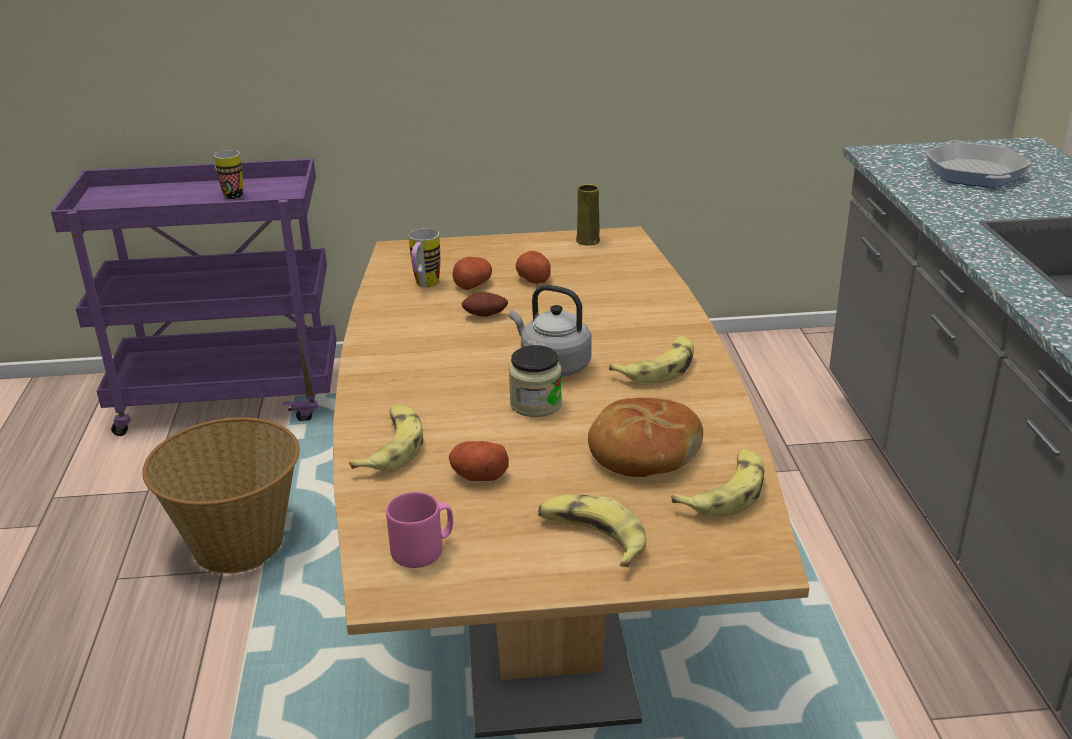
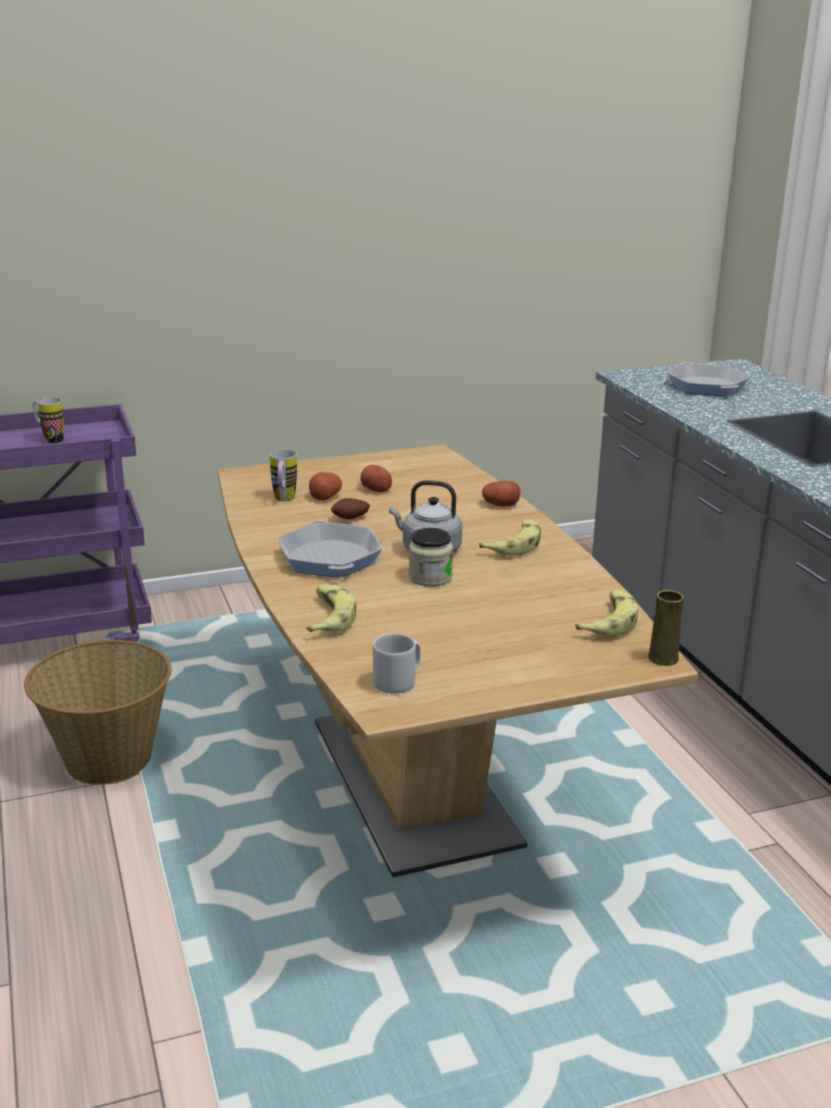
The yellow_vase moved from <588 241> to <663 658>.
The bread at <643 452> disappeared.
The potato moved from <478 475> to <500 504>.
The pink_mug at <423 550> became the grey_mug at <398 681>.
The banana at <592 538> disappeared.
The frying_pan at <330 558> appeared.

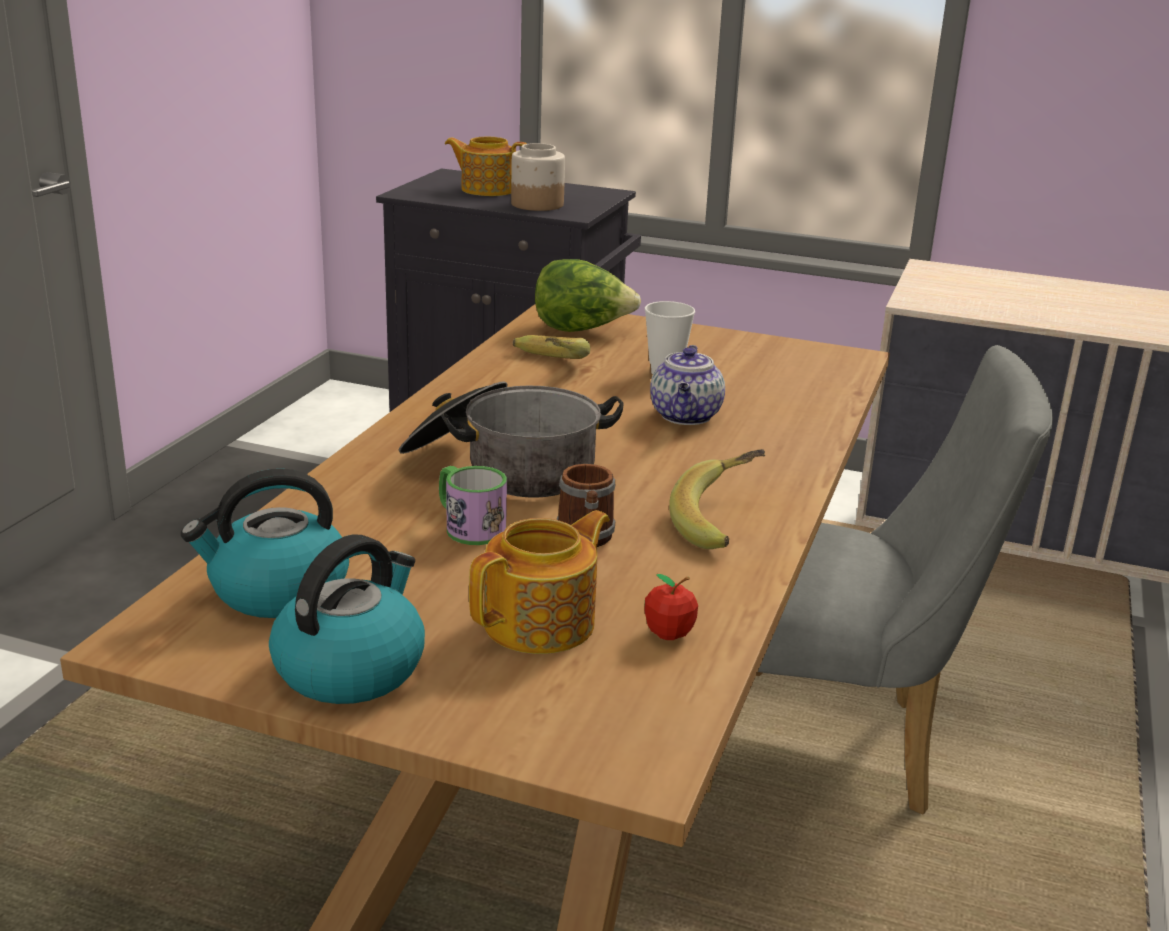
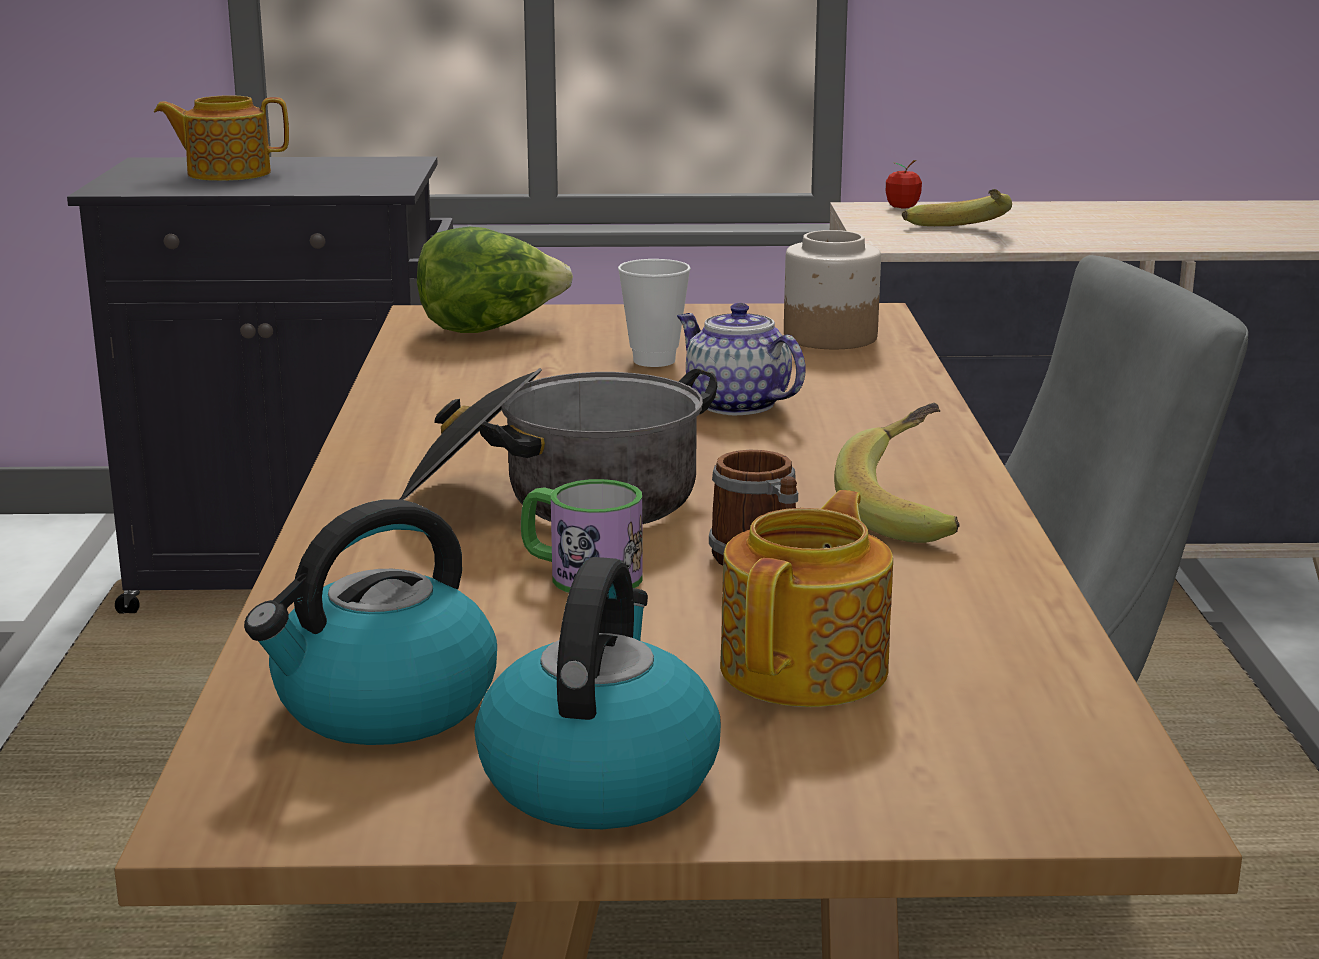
The jar moved from <536 204> to <829 337>.
The banana moved from <544 367> to <957 234>.
The teapot at <686 417> turned 150 degrees clockwise.
The apple moved from <669 634> to <902 207>.

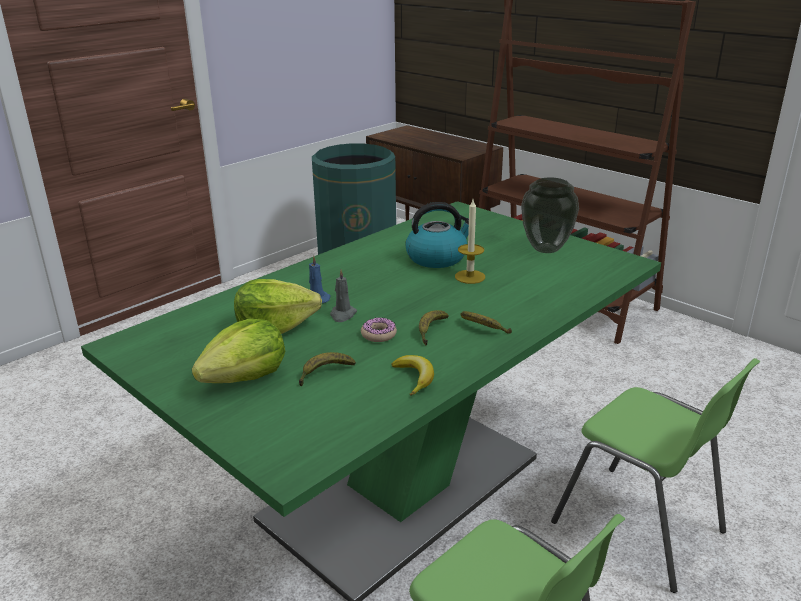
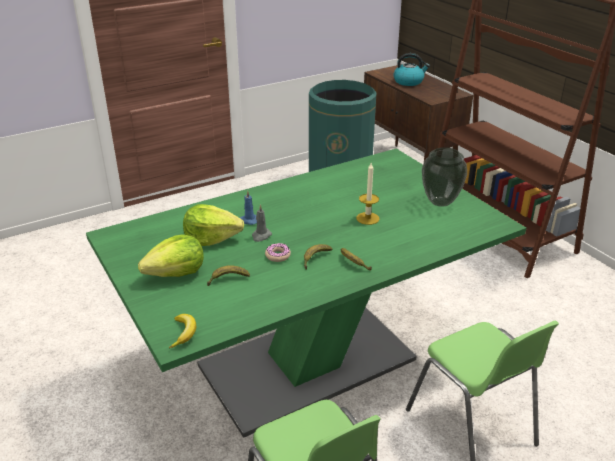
The kettle moved from <437 258> to <409 81>.
The banana moved from <414 378> to <184 333>.

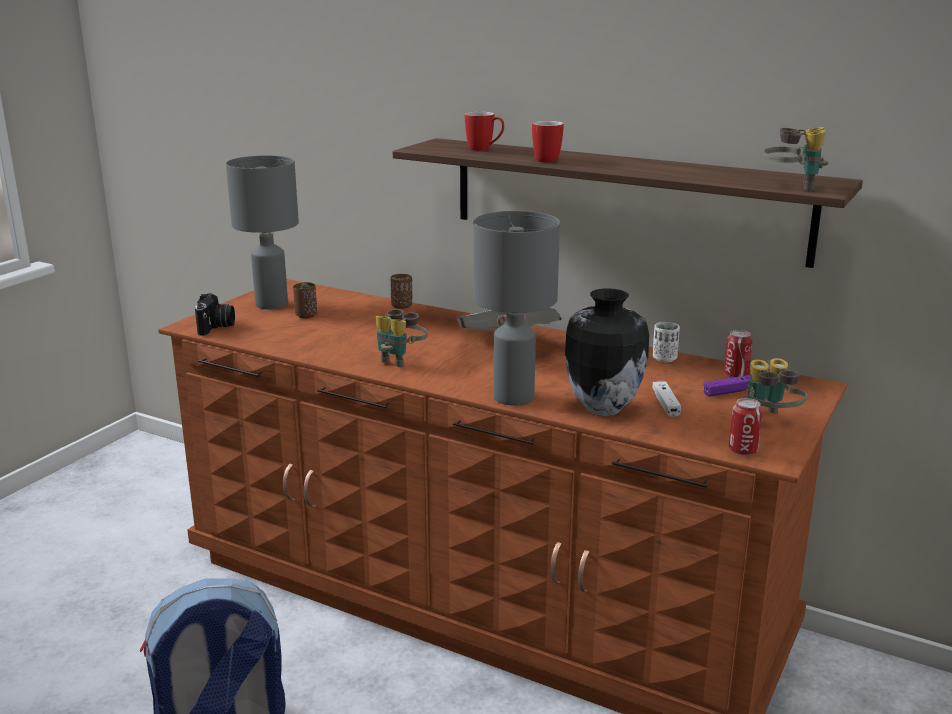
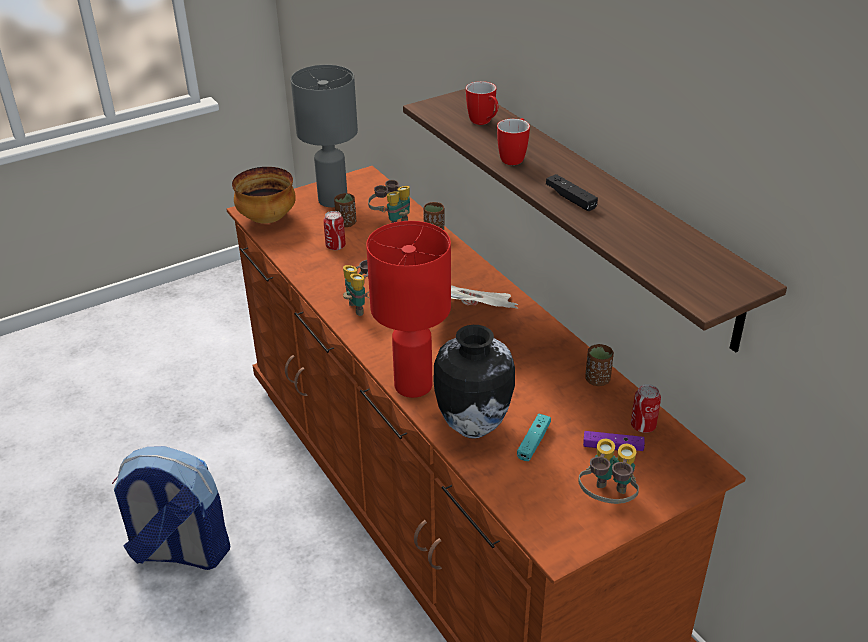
The binoculars moved from <792 186> to <391 221>.
The grey_table_lamp at <515 397> became the red_table_lamp at <413 386>.
The photo_camera at <216 327> was replaced by the bowl at <267 219>.
The white_cup at <664 359> became the brown_cup at <597 380>.
The white_game_controller at <665 404> became the turquoise_game_controller at <533 442>.
The can moved from <743 450> to <335 246>.
The black_game_controller at <570 198> appeared.

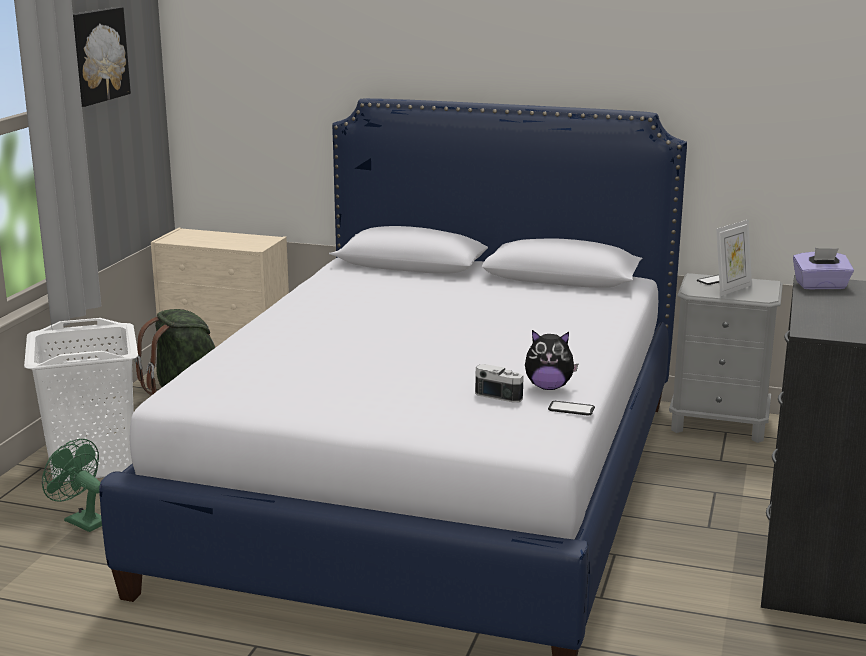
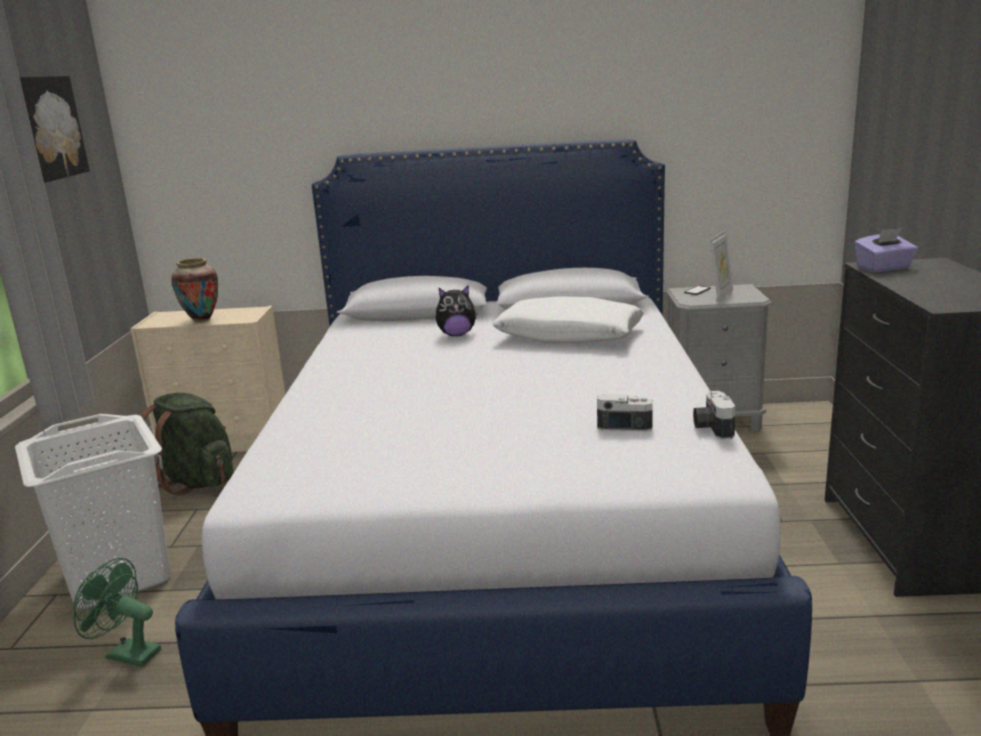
The plush_toy moved from <548 387> to <457 334>.
The phone at <571 409> was replaced by the photo_camera at <711 428>.
The vase at <201 320> appeared.
The white_pillow at <569 335> appeared.

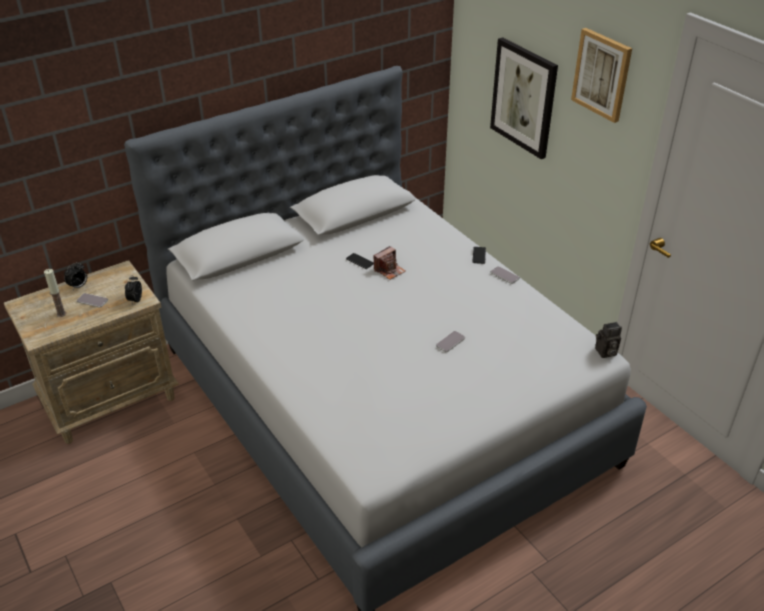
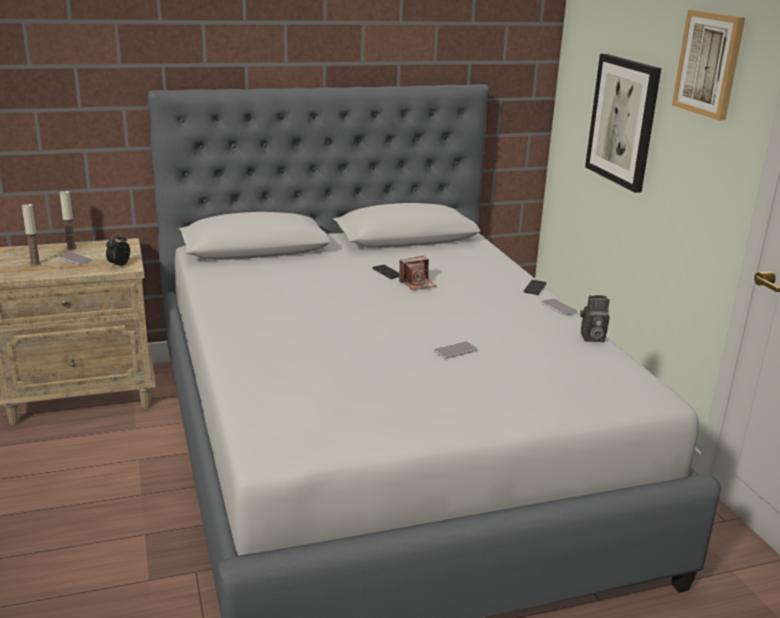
The alarm_clock at <78 286> was replaced by the candle at <71 248>.
The photo_camera moved from <605 352> to <591 338>.

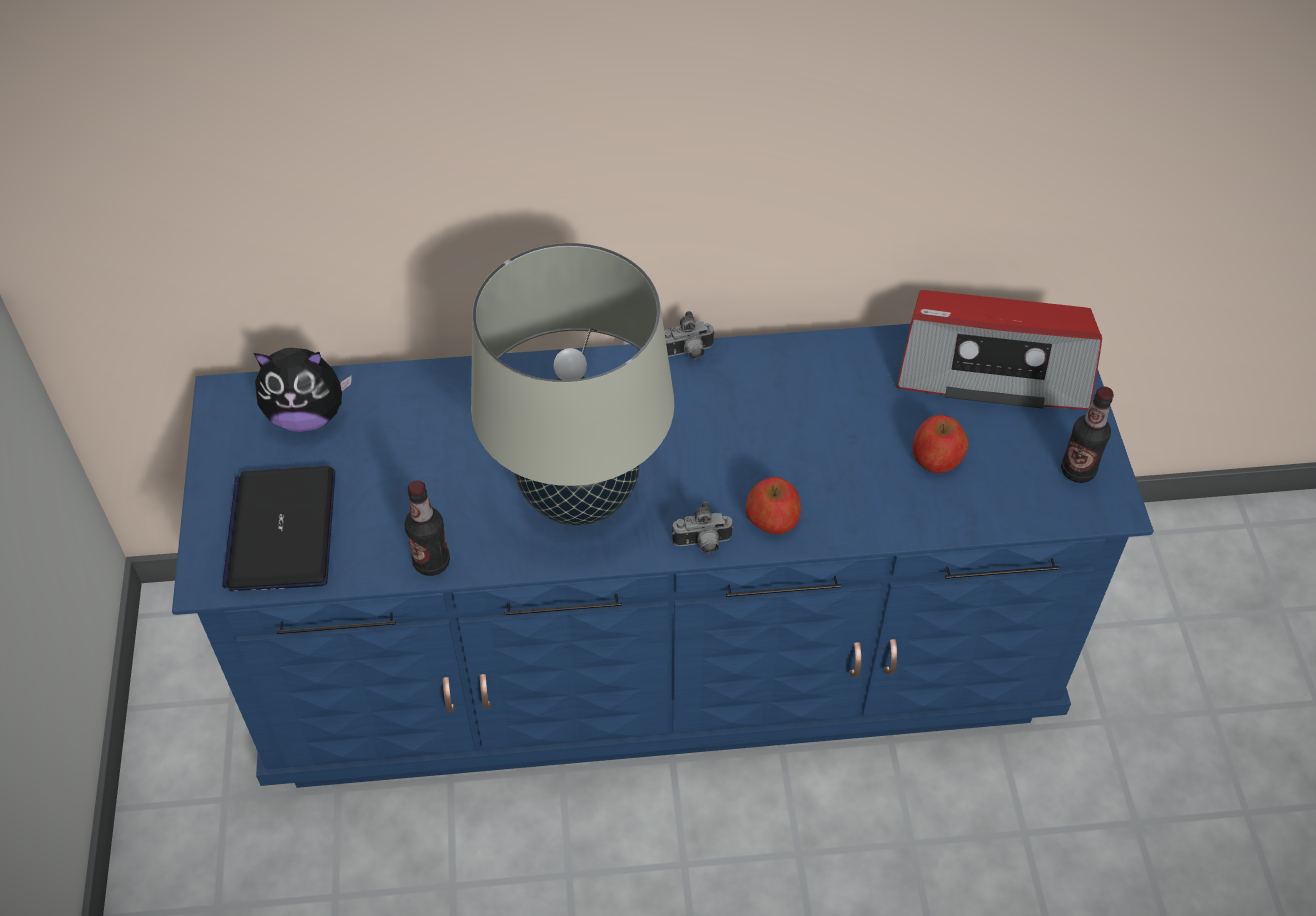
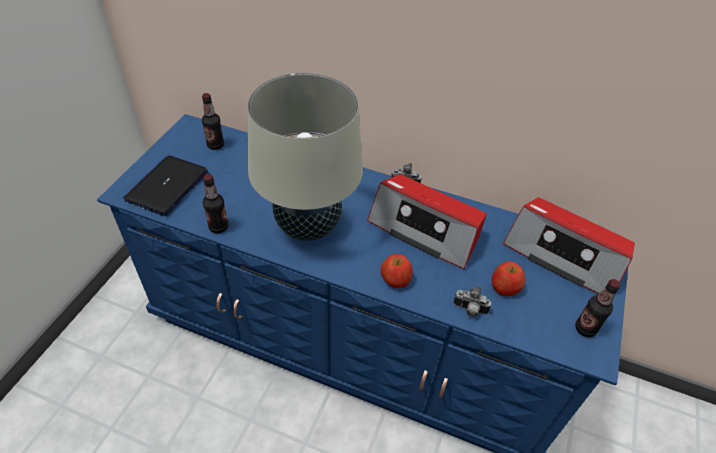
The plush_toy at <307 415> was replaced by the bottle at <215 145>.
The photo_camera moved from <703 544> to <469 310>.
The radio at <425 229> appeared.

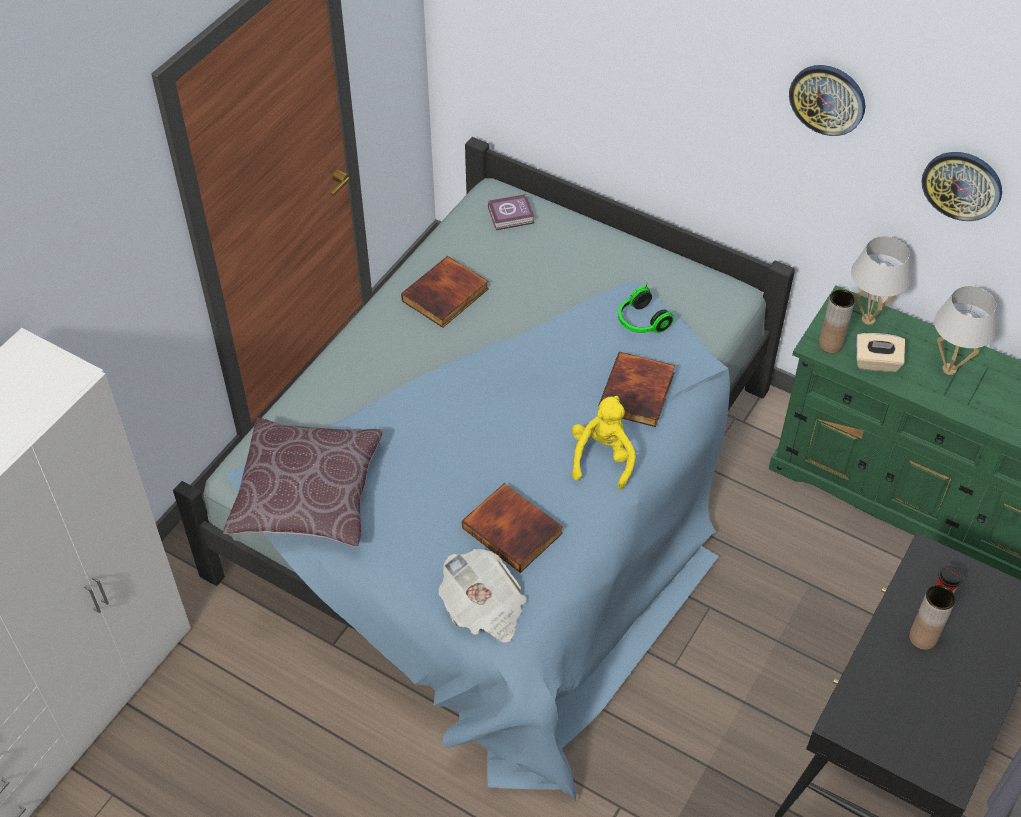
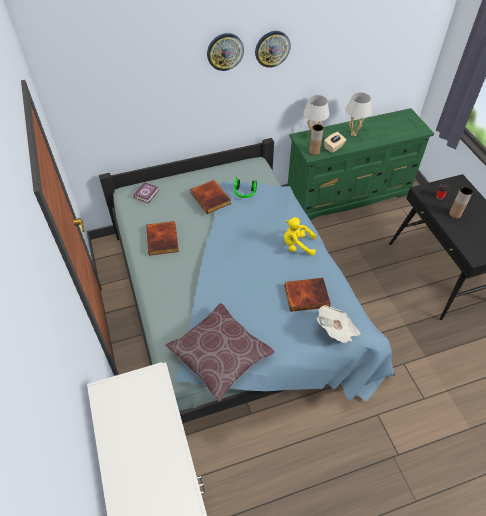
The wall_clock moved from <962 185> to <225 51>.
The book moved from <638 393> to <211 198>.
The yellow_plush_toy at <602 458> turned 45 degrees counterclockwise.

